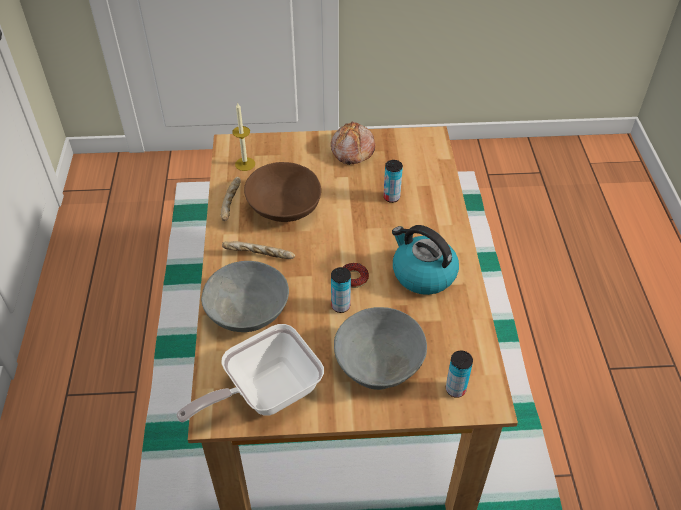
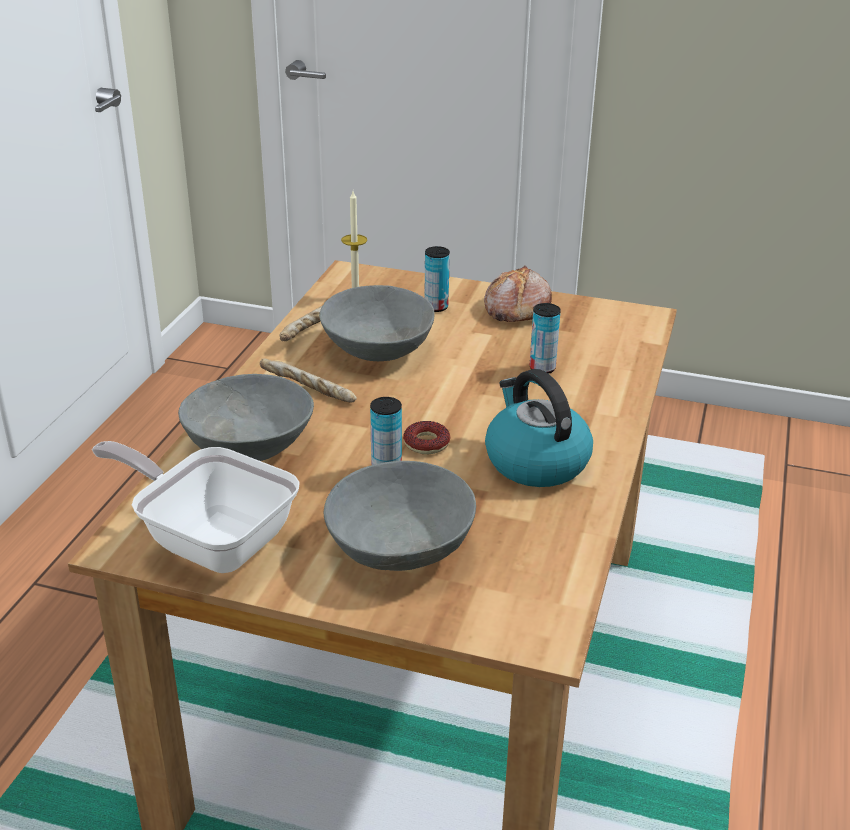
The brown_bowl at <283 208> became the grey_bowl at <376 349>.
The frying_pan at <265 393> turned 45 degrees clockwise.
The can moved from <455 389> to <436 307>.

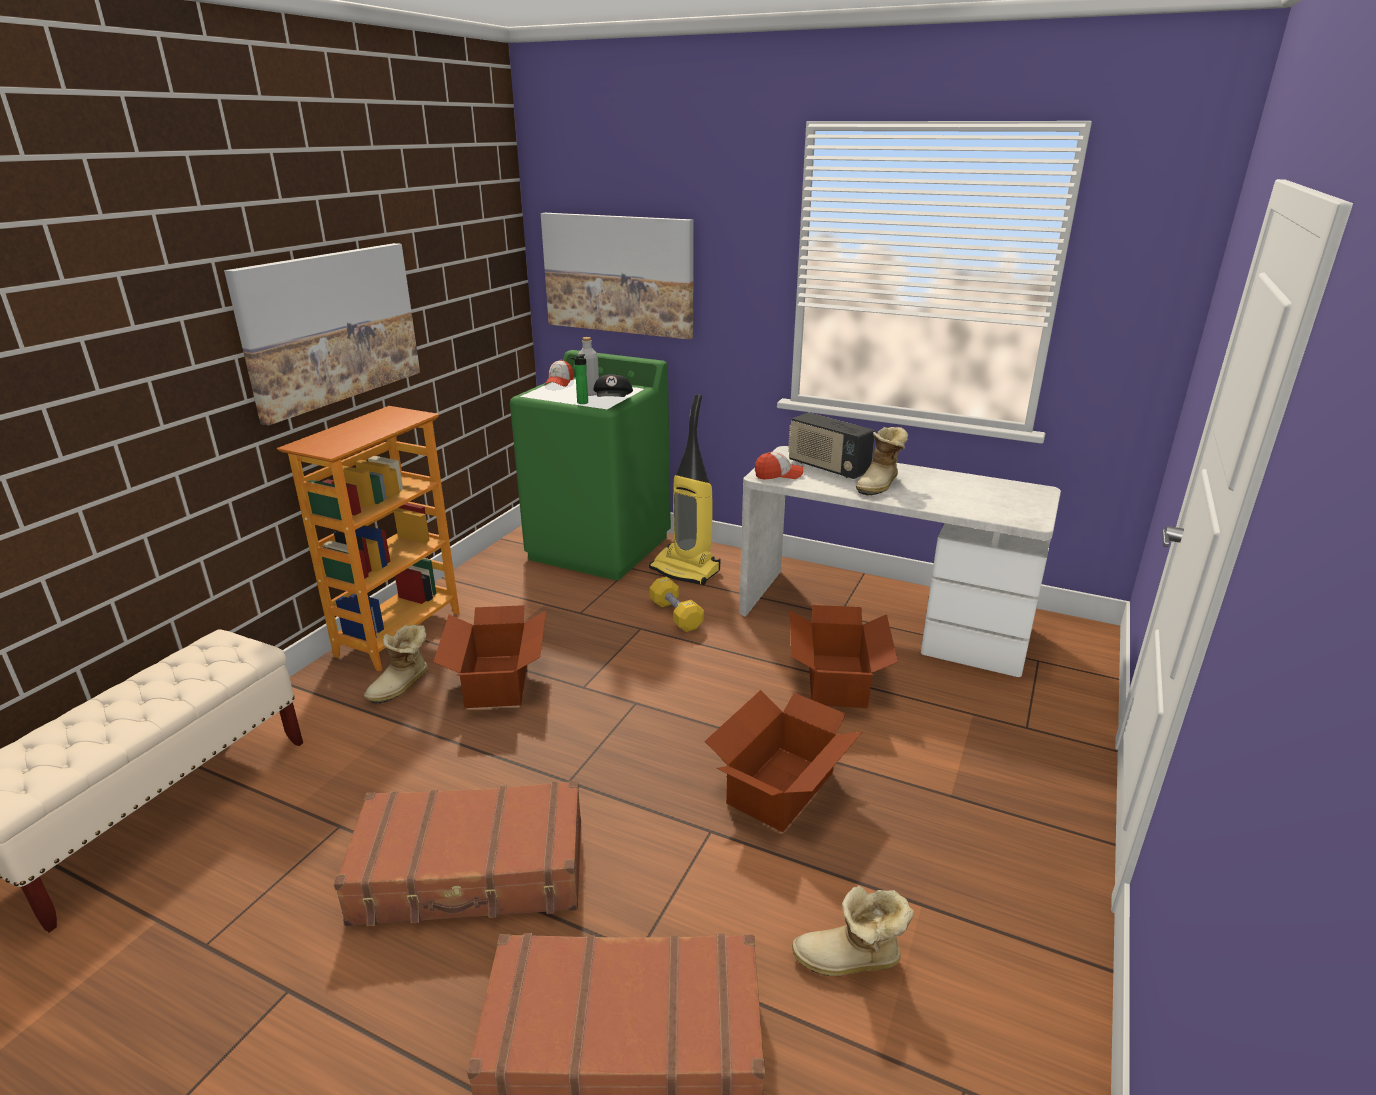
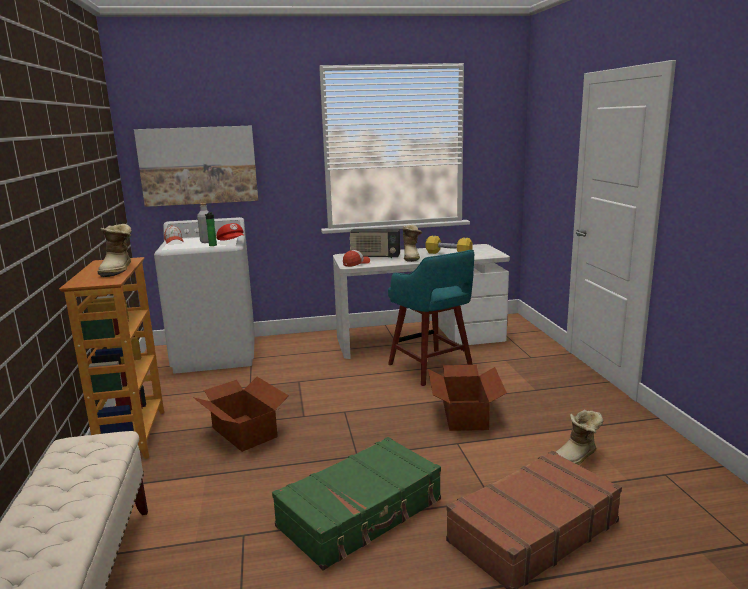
The picture at <331 327> disappeared.
The green_washing_machine at <600 548> became the white_washing_machine at <216 355>.
The black_cap at <613 401> became the red_cap at <232 242>.
The vacuum_cleaner at <686 570> disappeared.
The yellow_dumbbell moved from <676 615> to <448 254>.
The cardboard_box at <835 681> was replaced by the turquoise_stool at <431 368>.
The boot moved from <402 686> to <118 270>.
The brown_suitcase at <471 872> became the green_suitcase at <361 513>.

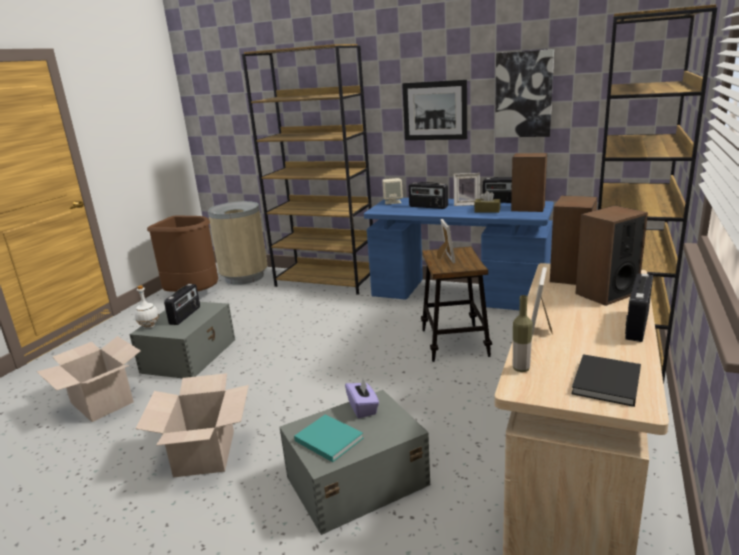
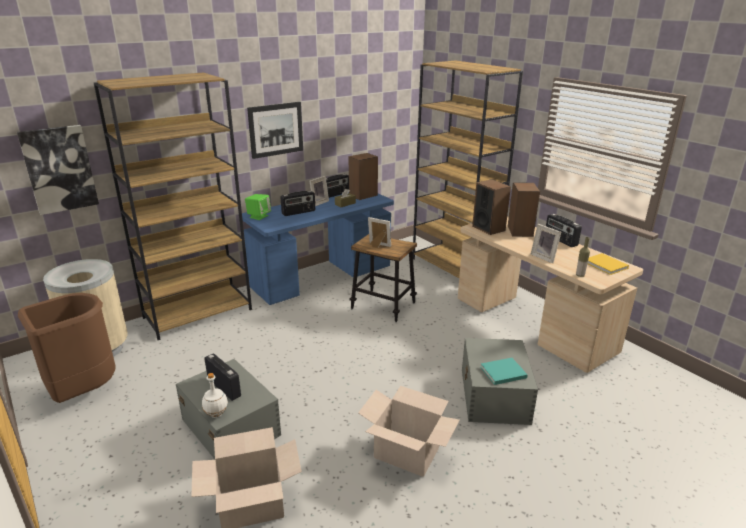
The picture moved from <523 94> to <59 169>.
The beige_speaker at <393 202> became the green_speaker at <259 216>.
The black_book at <606 383> became the yellow_book at <606 265>.
The purple_tissue_box at <363 408> disappeared.

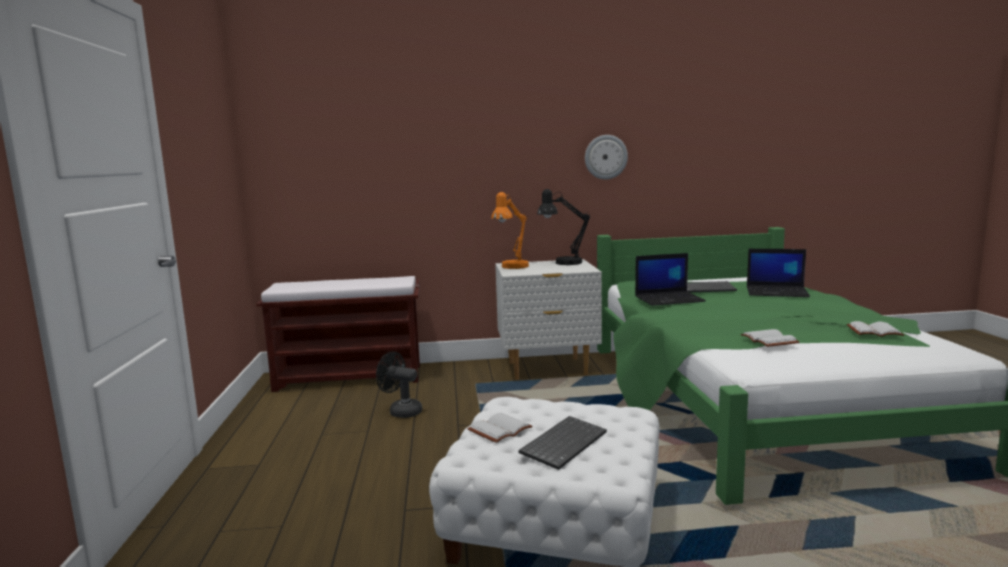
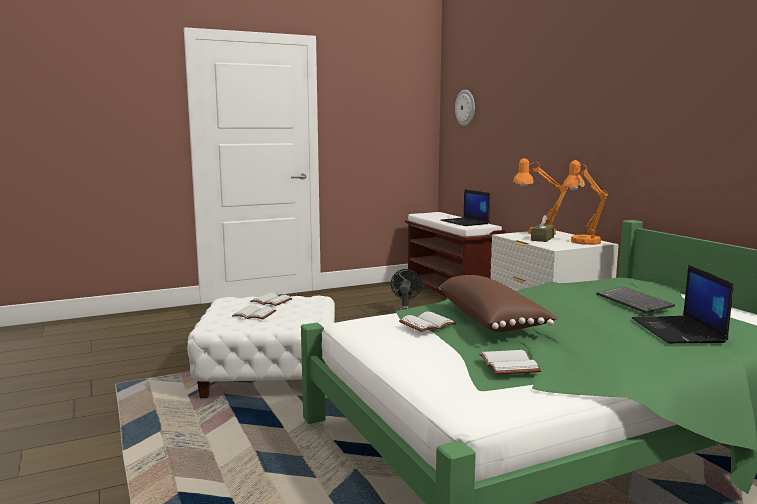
The wall_clock moved from <605 157> to <465 107>.
The black_table_lamp at <562 263> became the orange_table_lamp at <581 241>.
The laptop moved from <669 299> to <465 222>.
The keyboard at <563 443> was replaced by the white_book at <255 314>.
The brown_tissue_box at <542 239> appeared.
The brown_pillow at <491 320> appeared.

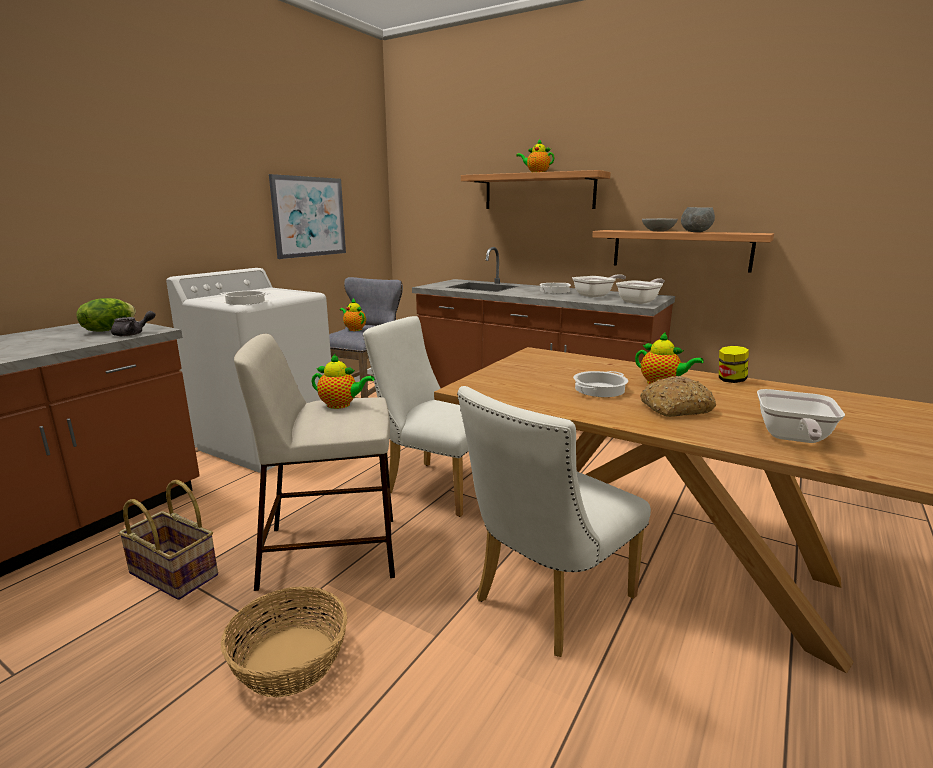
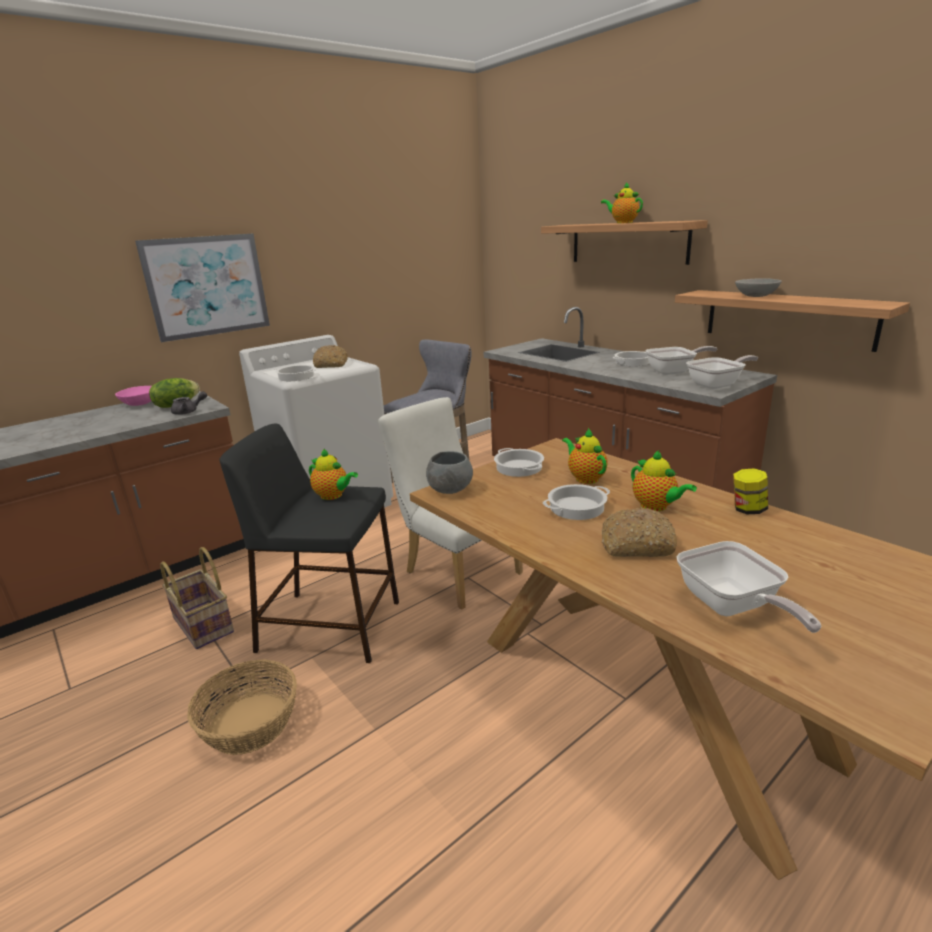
The picture moved from <309 217> to <207 286>.
The grey_bowl moved from <695 232> to <450 490>.
The teapot moved from <354 329> to <585 478>.
The beige_stool at <332 551> became the black_stool at <332 625>.
The white_chair at <546 603> disappeared.
The frying_pan at <792 438> turned 60 degrees counterclockwise.
The bread at <331 364> appeared.
The pink_bowl at <140 404> appeared.
The cooking_pot at <518 467> appeared.

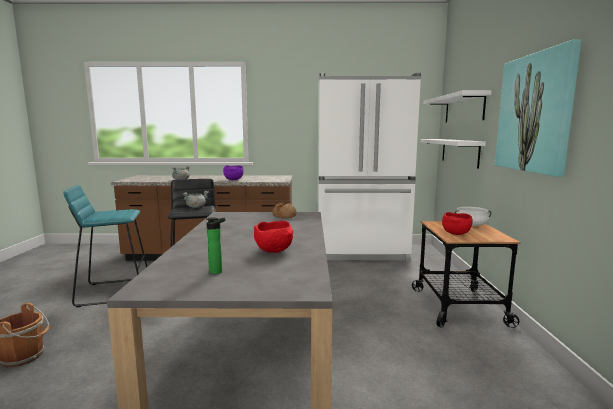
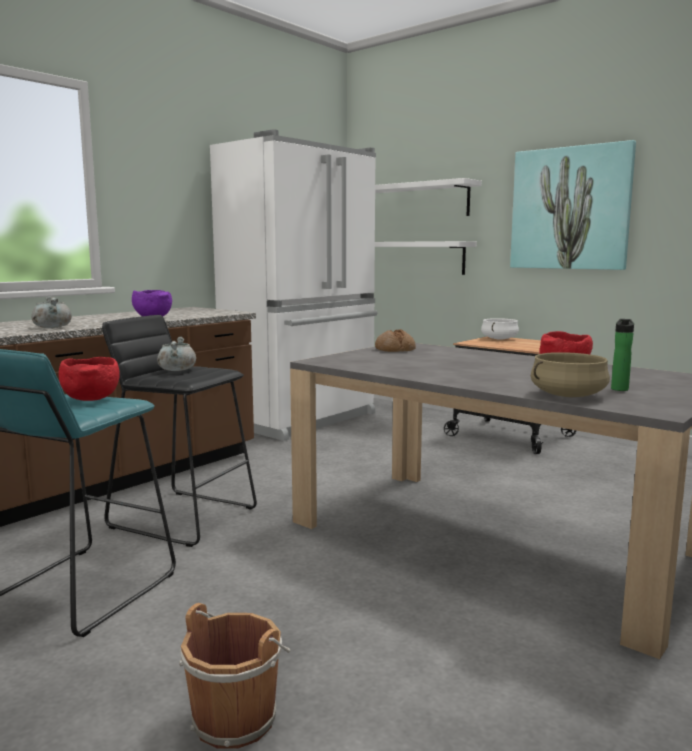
The red_bowl moved from <456 233> to <91 399>.
The beige_cooking_pot at <567 395> appeared.

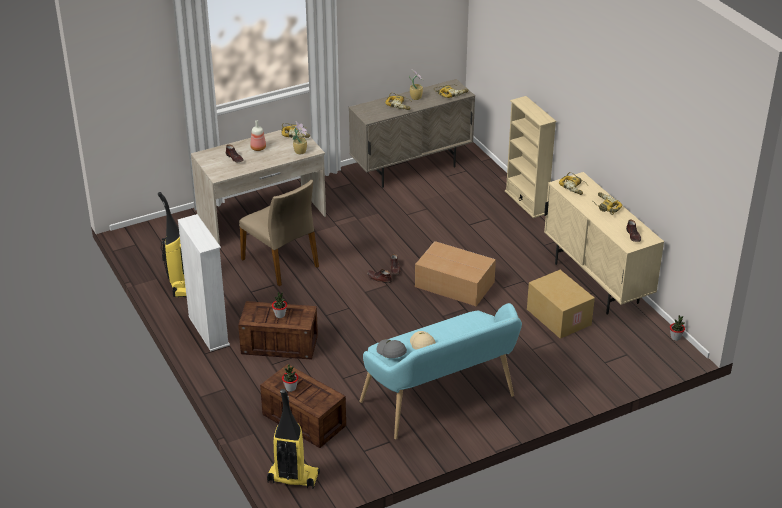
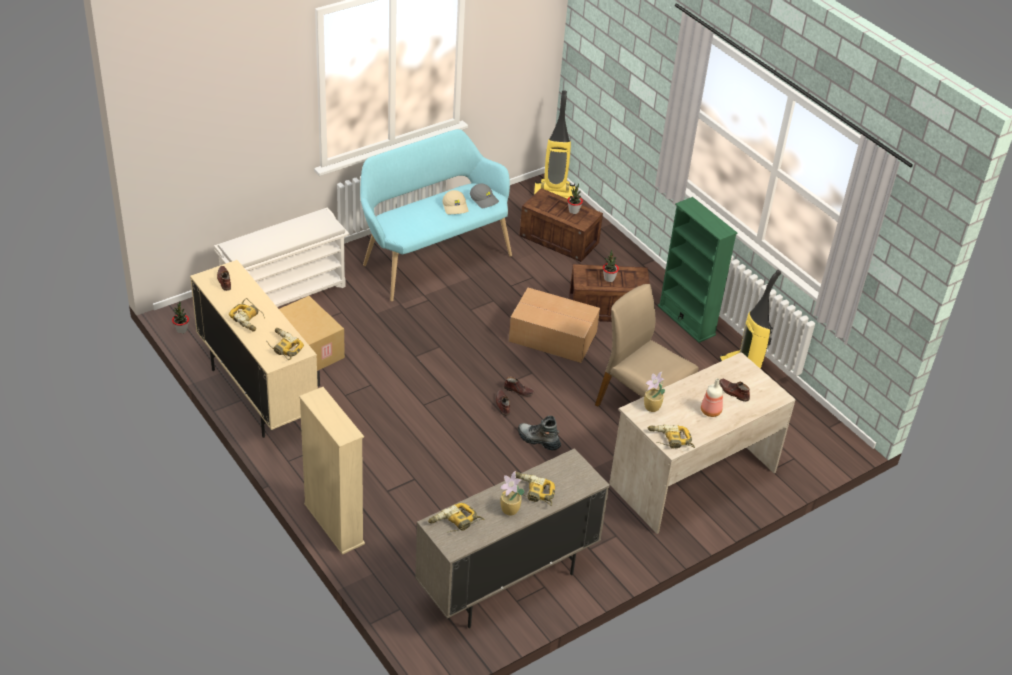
The white_bookcase at <208 331> became the green_bookcase at <686 320>.
The cardboard_box moved from <455 285> to <551 336>.
The white_shoe_rack at <285 293> appeared.
The boot at <538 440> appeared.

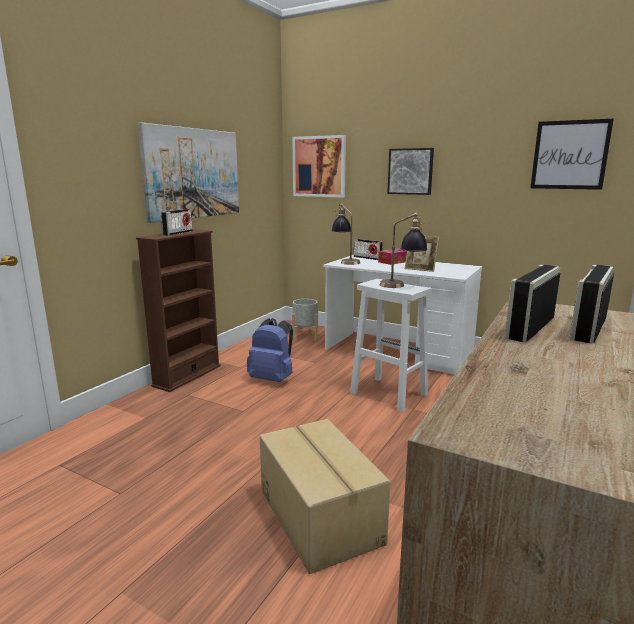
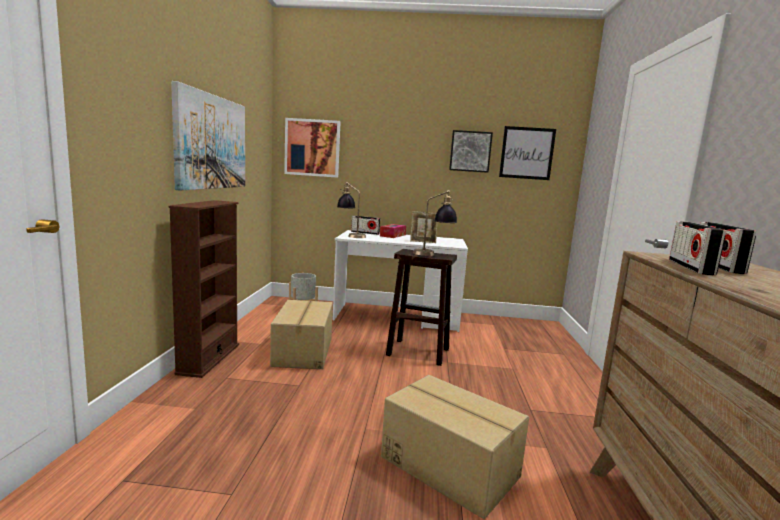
The picture moved from <410 171> to <470 151>.
The radio at <178 233> disappeared.
The white_stool at <387 393> became the brown_stool at <417 352>.
The blue_backpack at <273 379> was replaced by the cardboard_box at <304 351>.

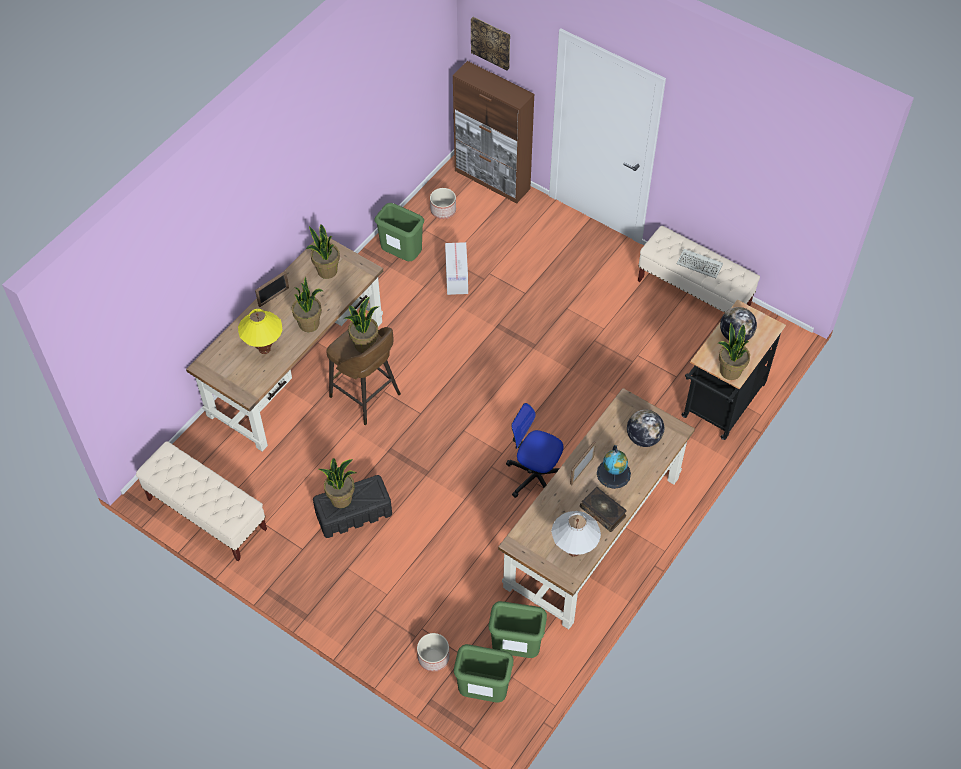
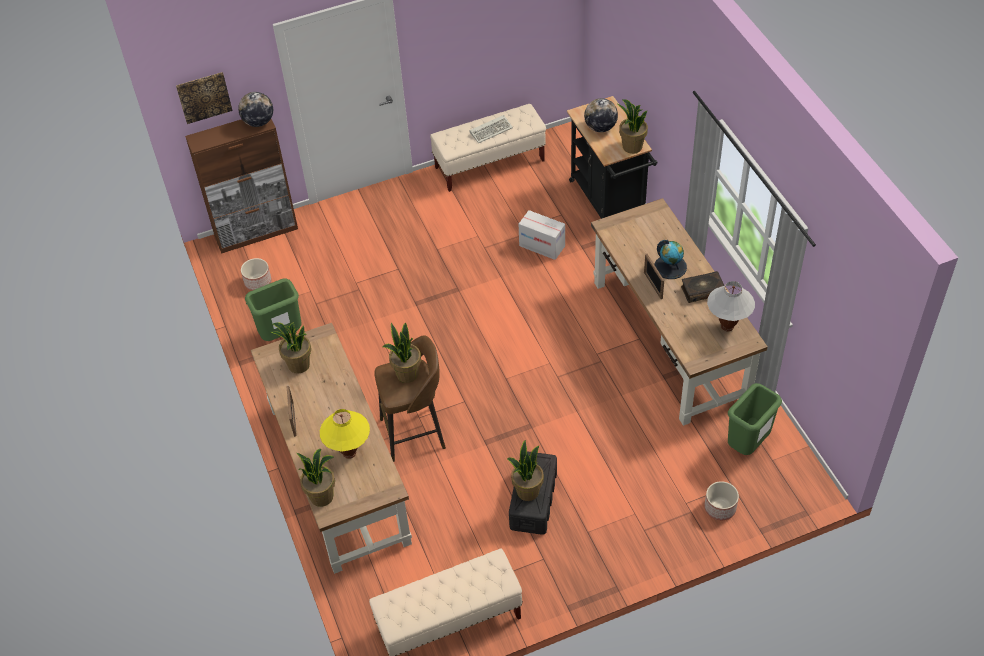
The cardboard_box moved from <457 278> to <542 246>.
The potted_plant moved from <309 324> to <322 496>.
The office_chair at <535 476> disappeared.
The globe moved from <643 438> to <258 122>.
The green_trash_can at <483 692> disappeared.

